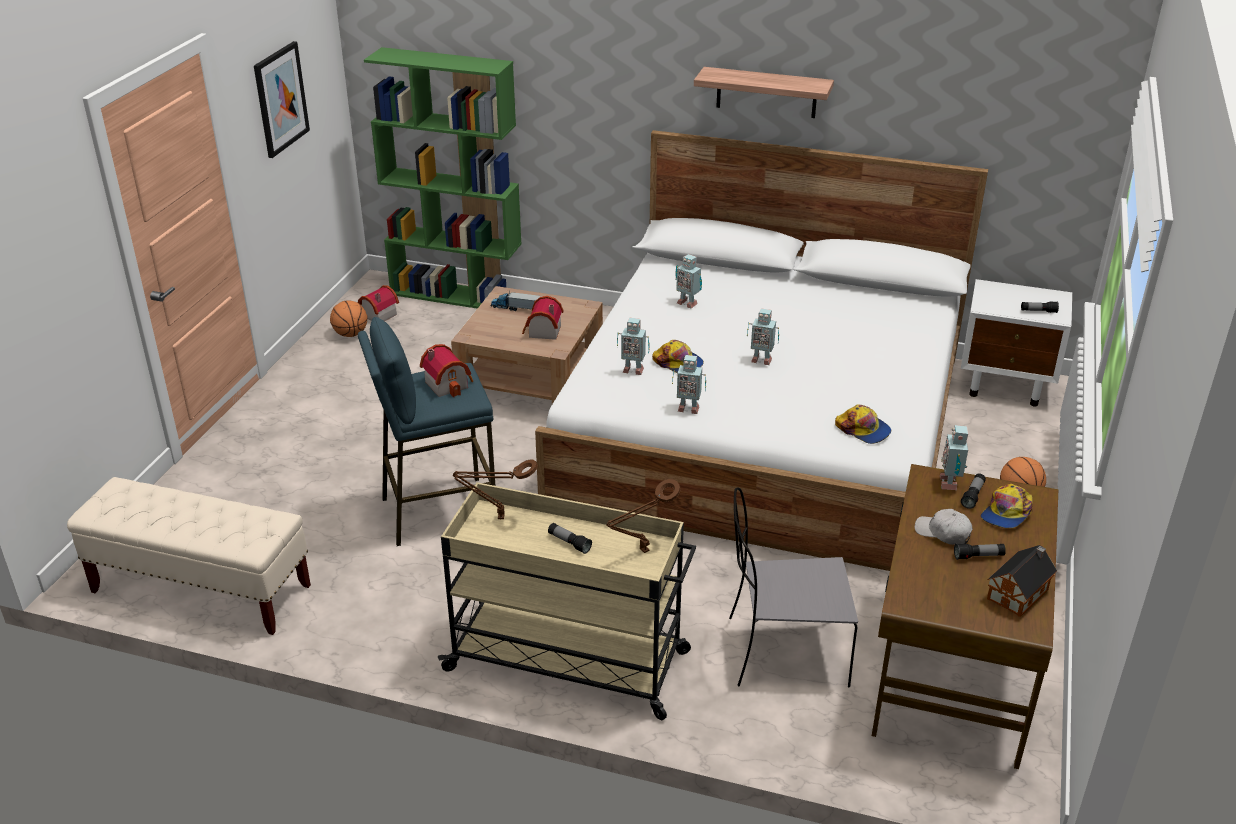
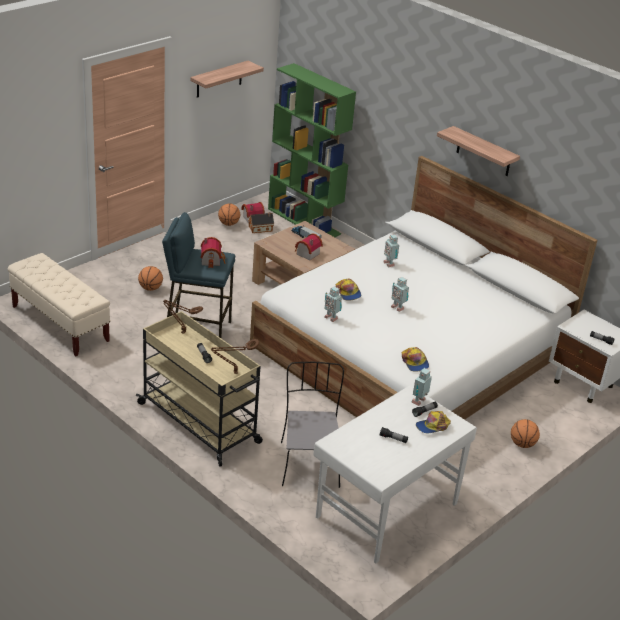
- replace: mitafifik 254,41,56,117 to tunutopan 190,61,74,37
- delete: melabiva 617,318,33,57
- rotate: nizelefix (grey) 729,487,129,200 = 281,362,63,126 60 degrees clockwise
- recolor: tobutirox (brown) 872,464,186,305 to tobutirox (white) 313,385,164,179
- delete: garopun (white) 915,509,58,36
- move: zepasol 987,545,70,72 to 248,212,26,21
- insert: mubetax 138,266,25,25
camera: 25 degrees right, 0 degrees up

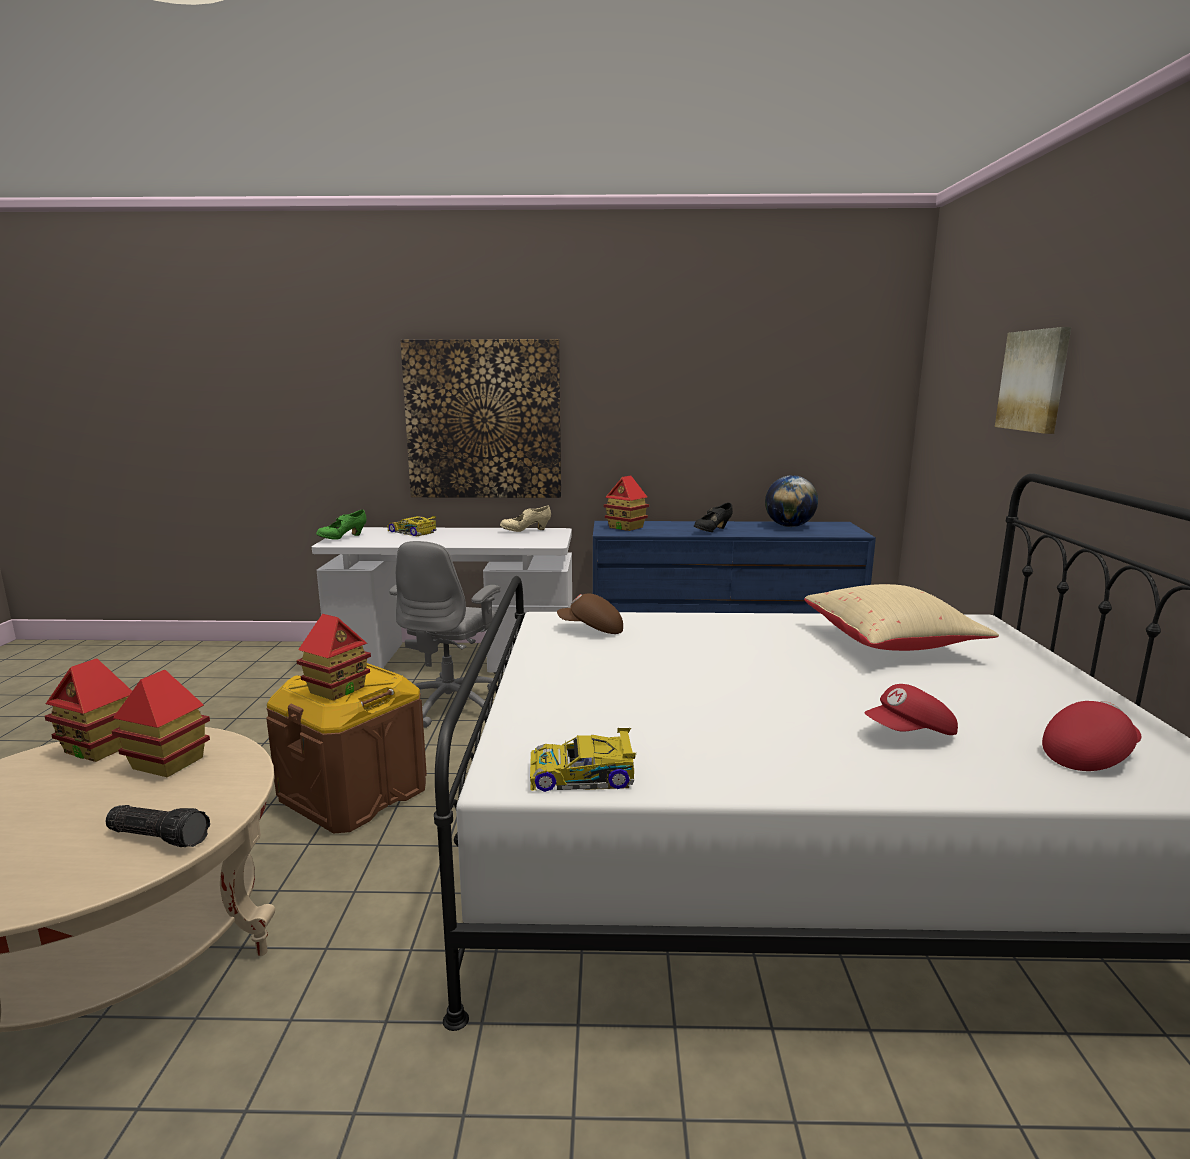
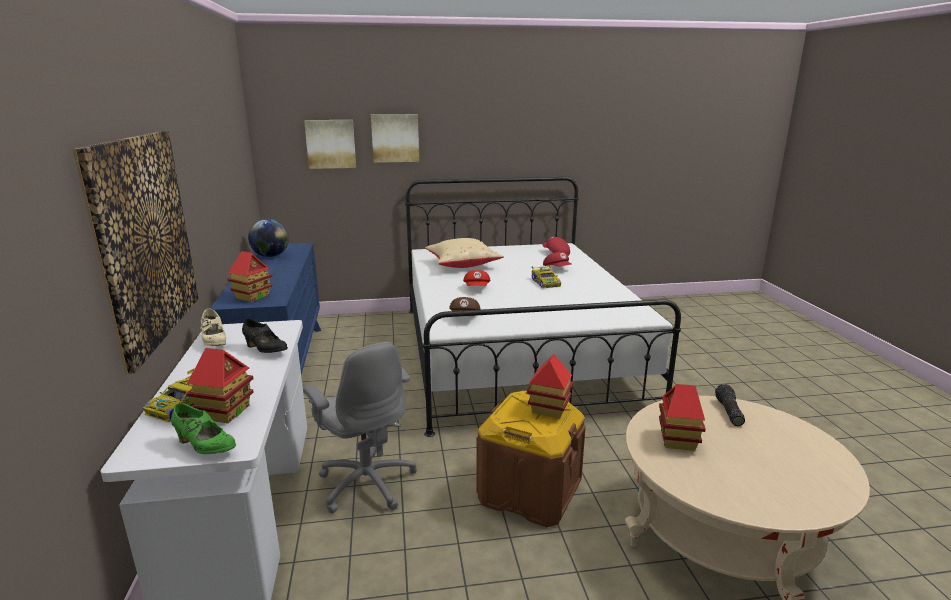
- move: zepasol 45,658,87,104 to 186,348,68,75
- rotate: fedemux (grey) 389,541,111,187 = 303,342,114,172 45 degrees clockwise
- move: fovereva 530,728,107,64 to 532,265,29,23
- move: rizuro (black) 694,503,39,29 to 242,318,46,35
- insert: mitafifik 304,120,52,49
- insert: garopun (red) 463,270,28,16
camera: 100 degrees left, 5 degrees up

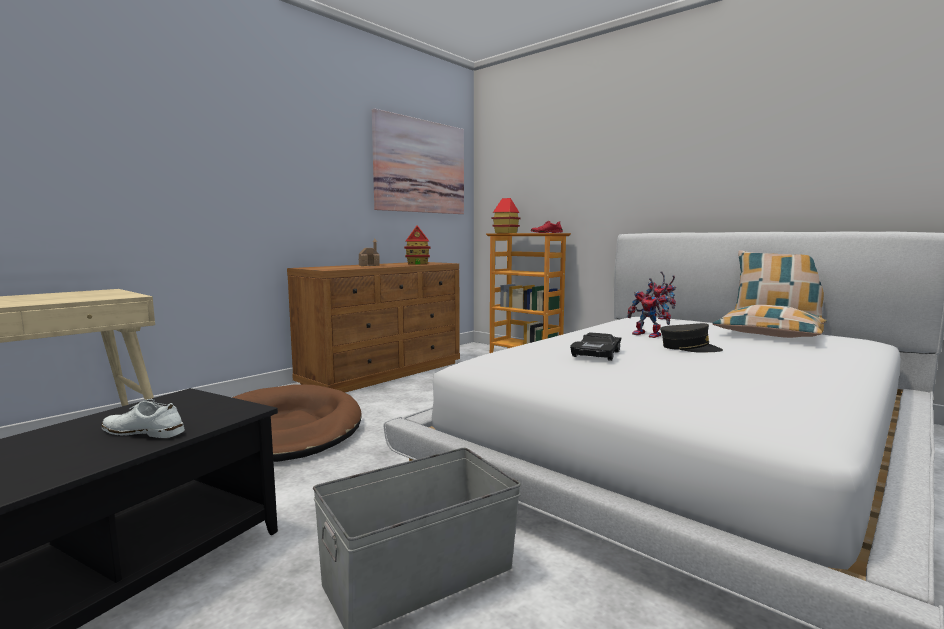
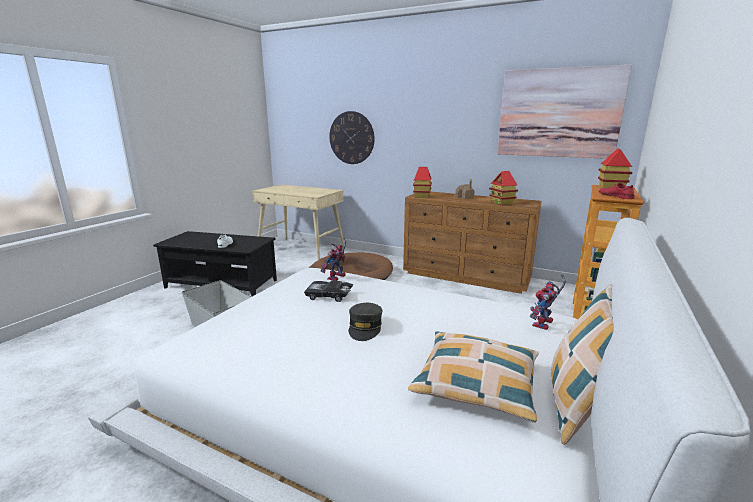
- move: melabiva 627,278,44,60 to 321,237,25,44
- insert: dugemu 329,111,46,53
- insert: zepasol 413,167,19,31
camera: 75 degrees right, 10 degrees up

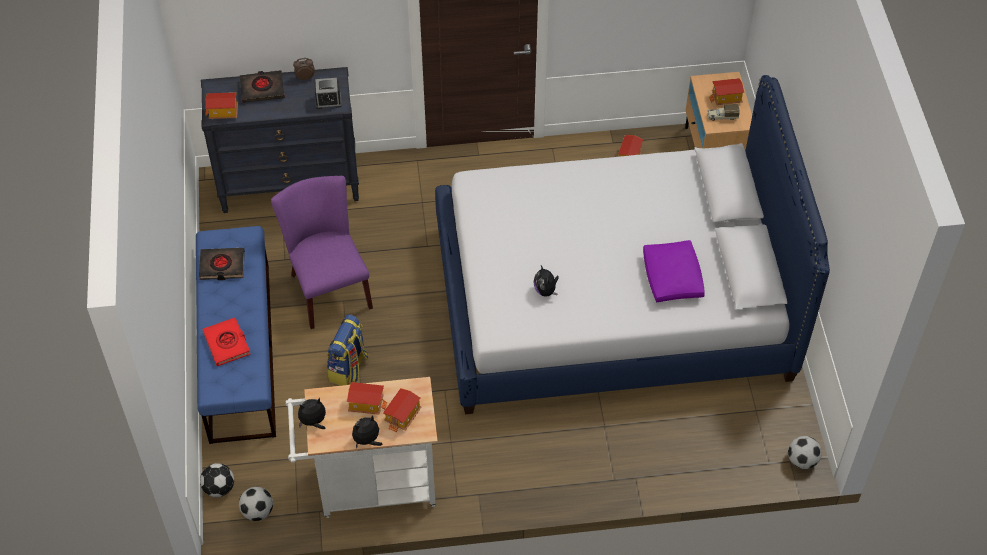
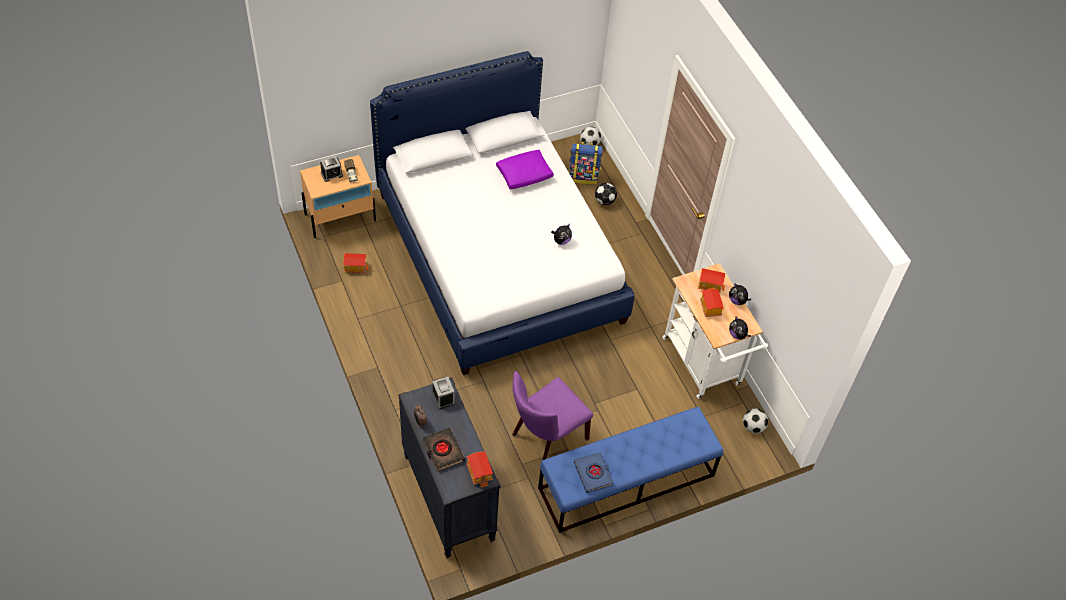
- recolor: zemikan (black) 199,248,46,32 to zemikan (blue) 574,452,40,41
- move: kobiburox 200,463,34,34 to 595,183,22,22
- delete: zemikan (red) 202,318,48,48
- move: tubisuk 327,314,42,72 to 568,142,35,42
- replace: zepasol 709,78,35,27 to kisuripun 320,156,23,26
camera: 110 degrees left, 0 degrees up

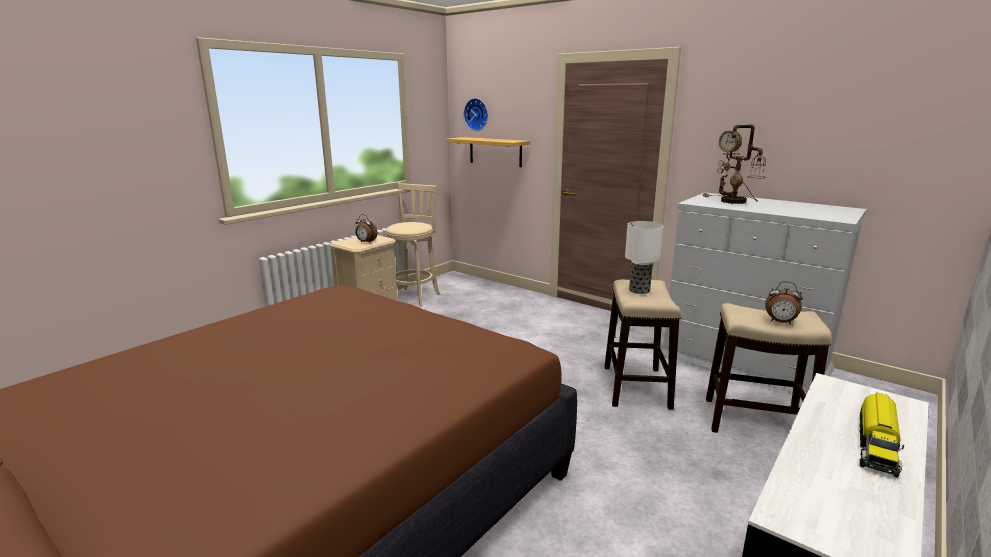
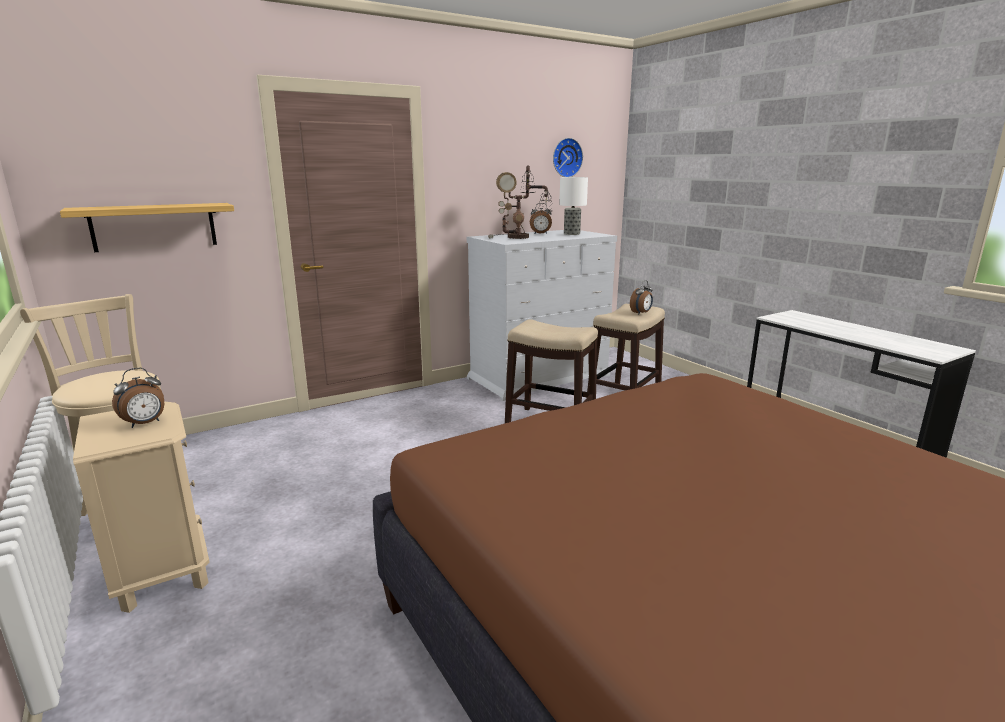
- move: dugemu 464,98,24,33 to 553,138,30,39
- move: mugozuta 625,221,39,73 to 559,177,29,58
- delete: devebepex 859,393,45,84
- insert: kisuripun 530,203,22,31
camera: 70 degrees left, 0 degrees up

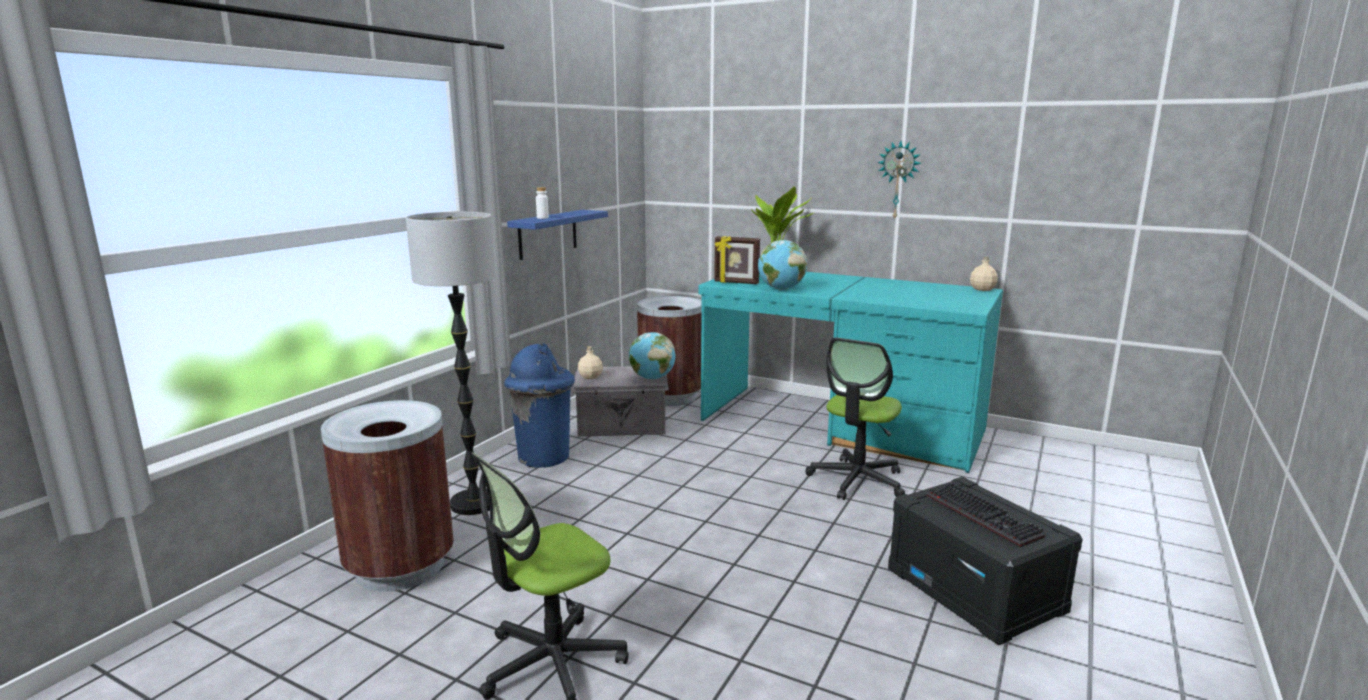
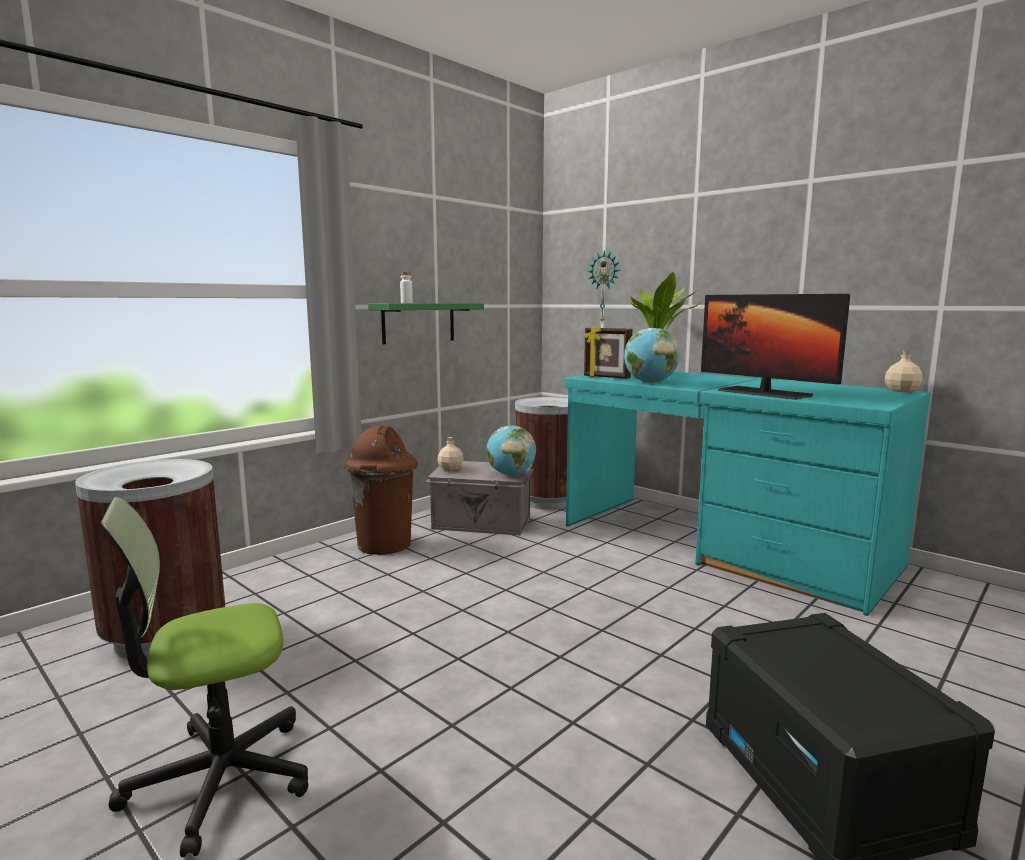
- delete: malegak 406,212,90,303
- recolor: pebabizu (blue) 504,343,71,125 to pebabizu (brown) 345,425,73,130
- recolor: tunutopan (blue) 507,210,101,50 to tunutopan (green) 368,303,116,41
- delete: fedemux 805,337,100,163
- move: dugemu 877,141,44,80 to 587,251,33,71
- delete: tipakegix 927,483,118,64
- insert: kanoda 701,294,149,106
camera: 15 degrees right, 5 degrees down

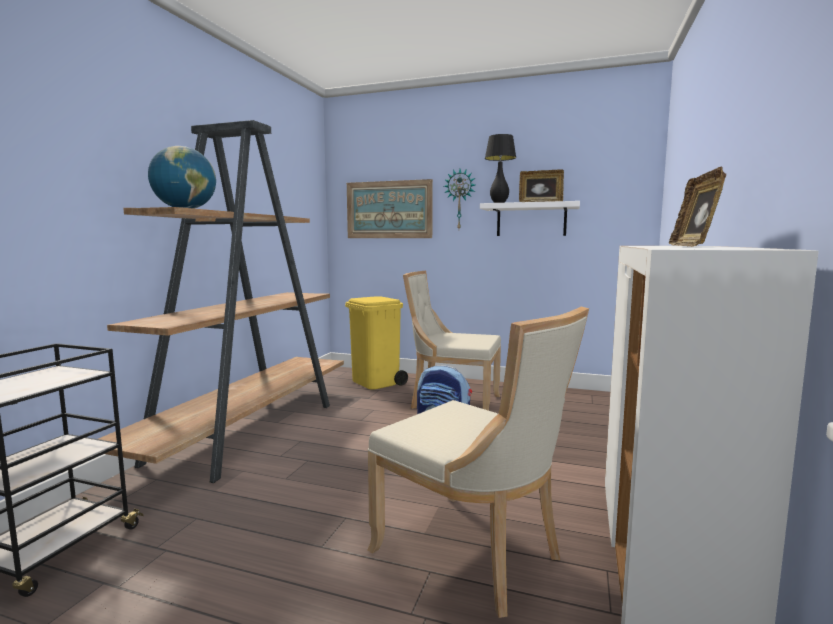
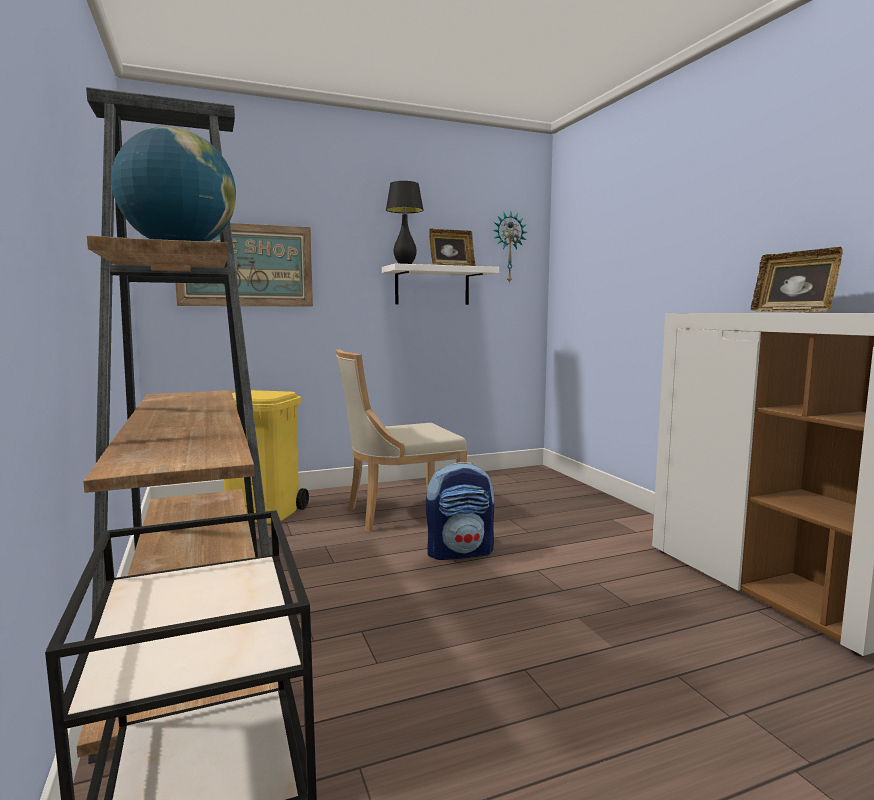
- delete: nizelefix (beige) 367,307,222,311
- move: dugemu 444,169,31,60 to 493,212,35,72
camera: 40 degrees left, 0 degrees up

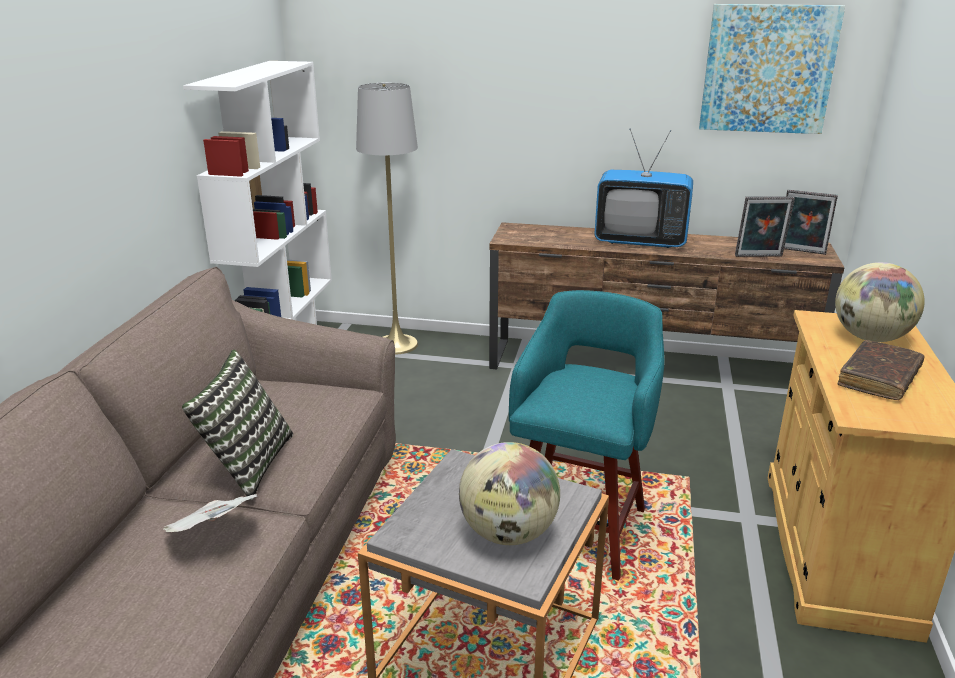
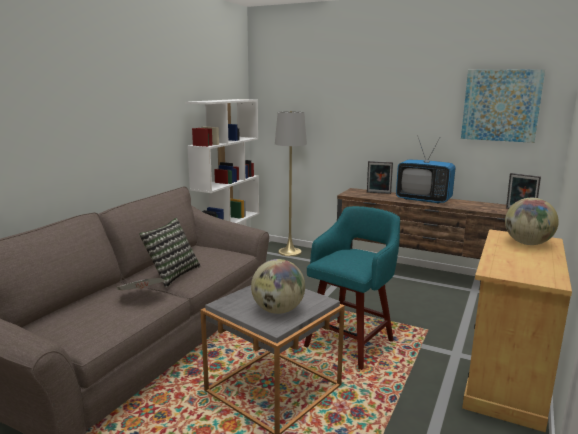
- move: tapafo 735,196,60,61 to 367,161,26,33
- delete: zemikan (brown) 838,340,87,60
camera: 15 degrees right, 10 degrees down

